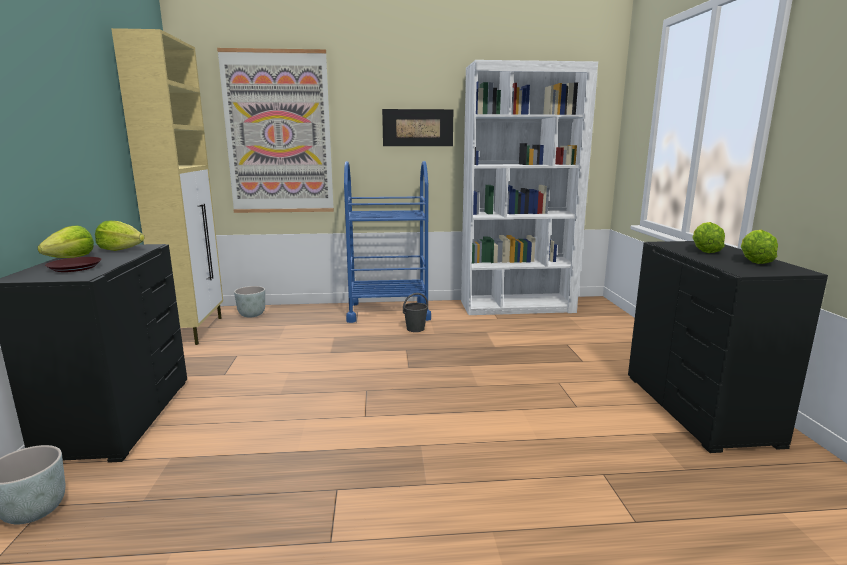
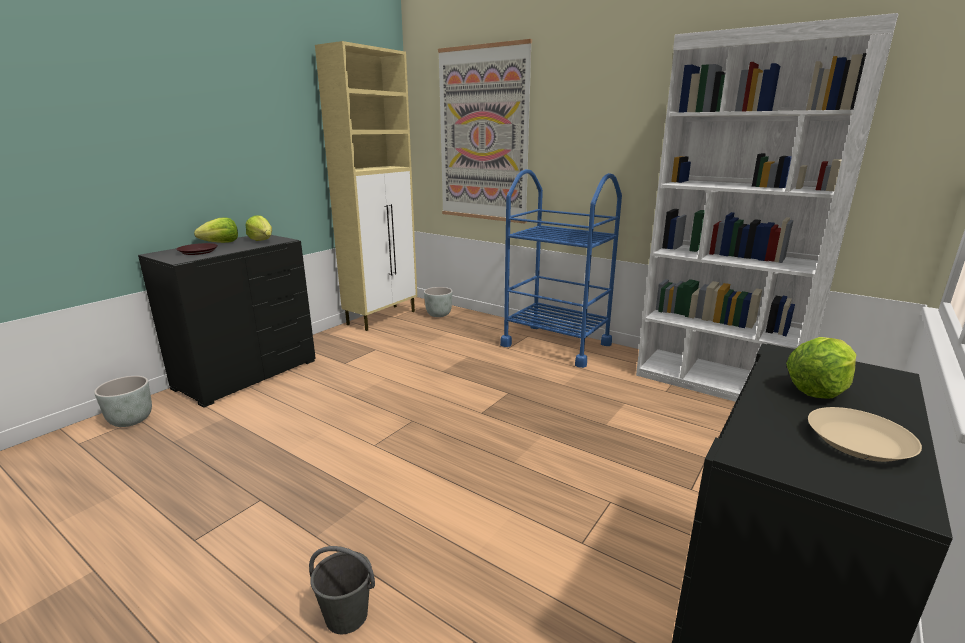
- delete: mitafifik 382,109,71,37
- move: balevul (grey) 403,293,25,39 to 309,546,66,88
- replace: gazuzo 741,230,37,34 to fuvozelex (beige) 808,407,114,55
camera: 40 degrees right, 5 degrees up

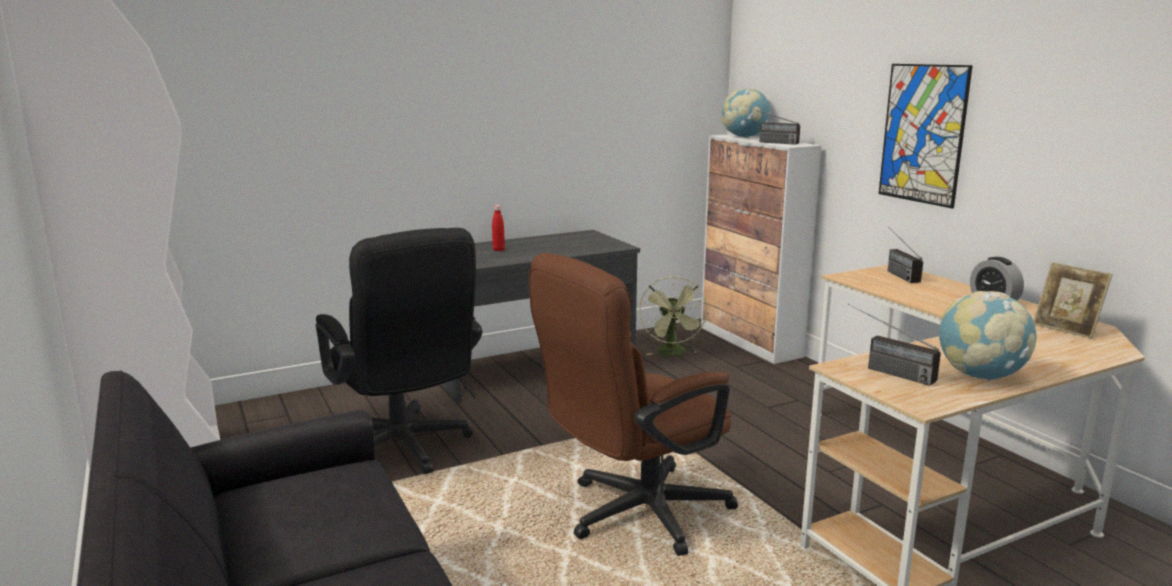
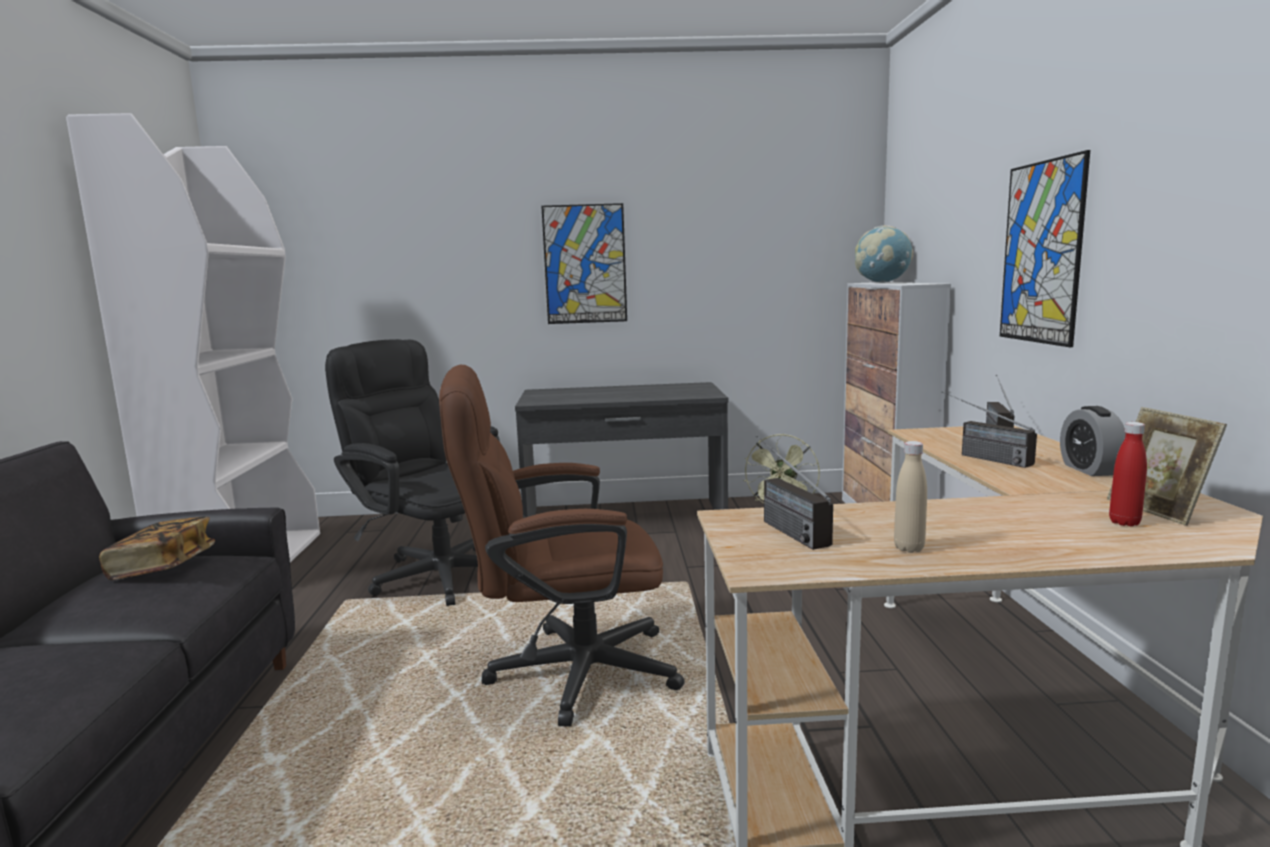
- rotate: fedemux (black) 316,228,166,246 = 325,339,175,267 135 degrees clockwise
- move: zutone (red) 492,205,13,46 to 1109,422,38,104
- move: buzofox 745,106,55,39 to 941,391,96,77
- replace: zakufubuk 939,291,97,89 to zutone (beige) 894,441,33,112
- insert: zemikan 99,517,116,63
- insert: mitafifik 541,203,86,121
camera: 25 degrees right, 5 degrees down

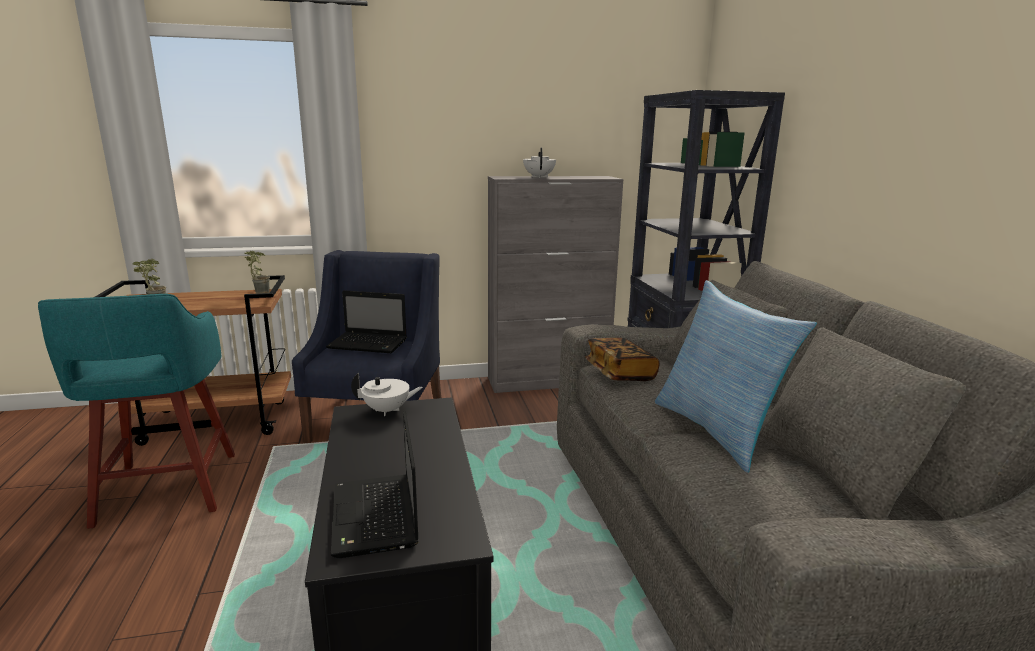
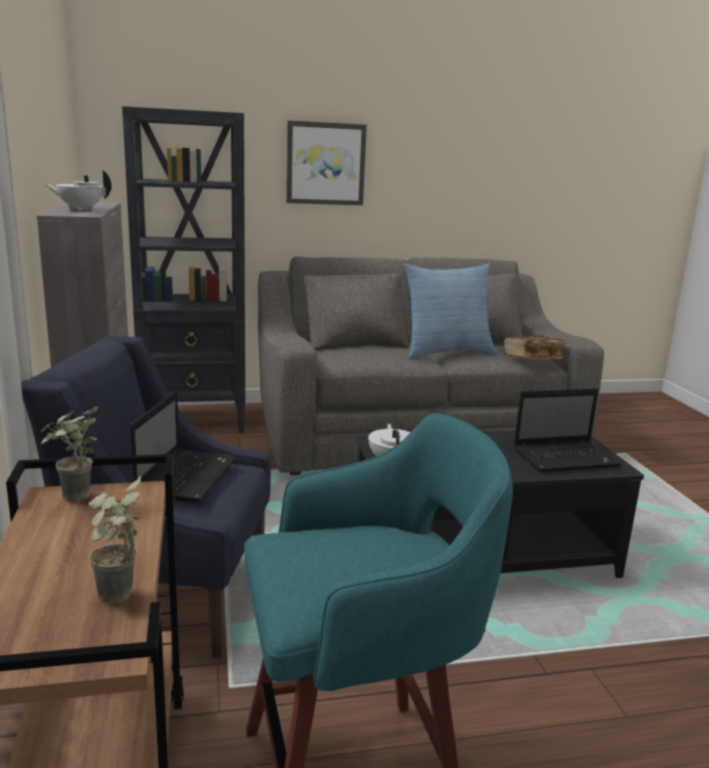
- move: zemikan 585,338,75,43 to 504,336,62,24
- insert: mitafifik 286,120,81,85
camera: 90 degrees left, 0 degrees up

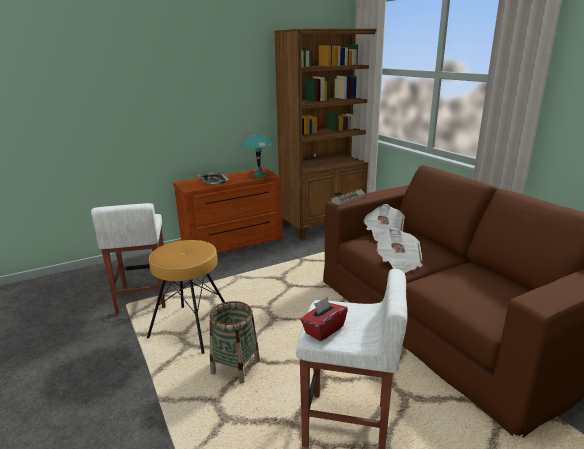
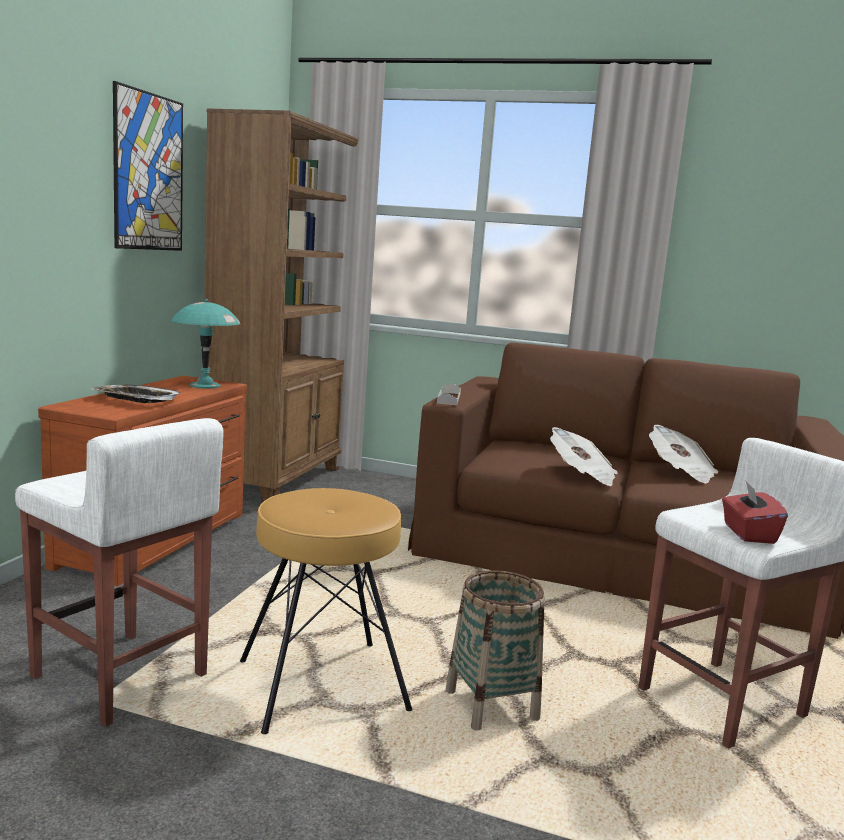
- move: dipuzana 364,204,41,37 to 649,425,69,59
- insert: mitafifik 113,81,70,170
camera: 45 degrees left, 10 degrees down

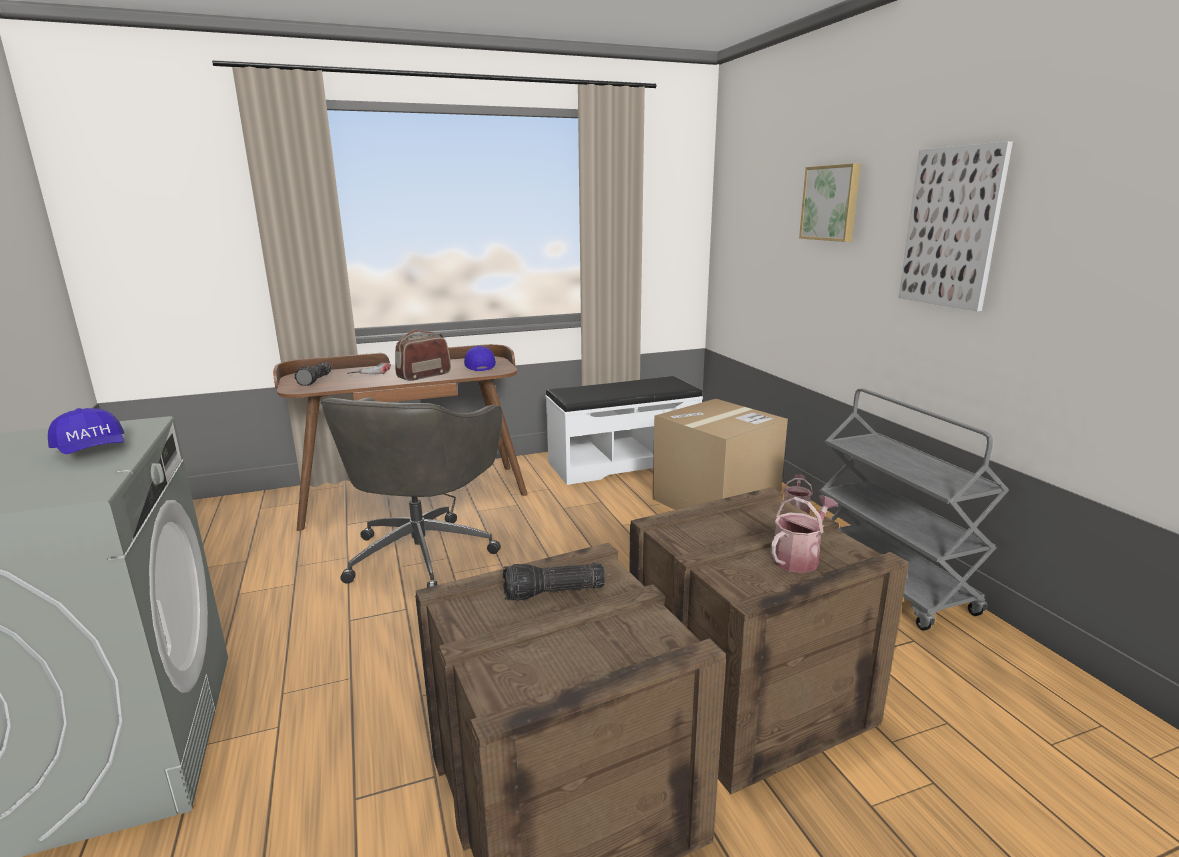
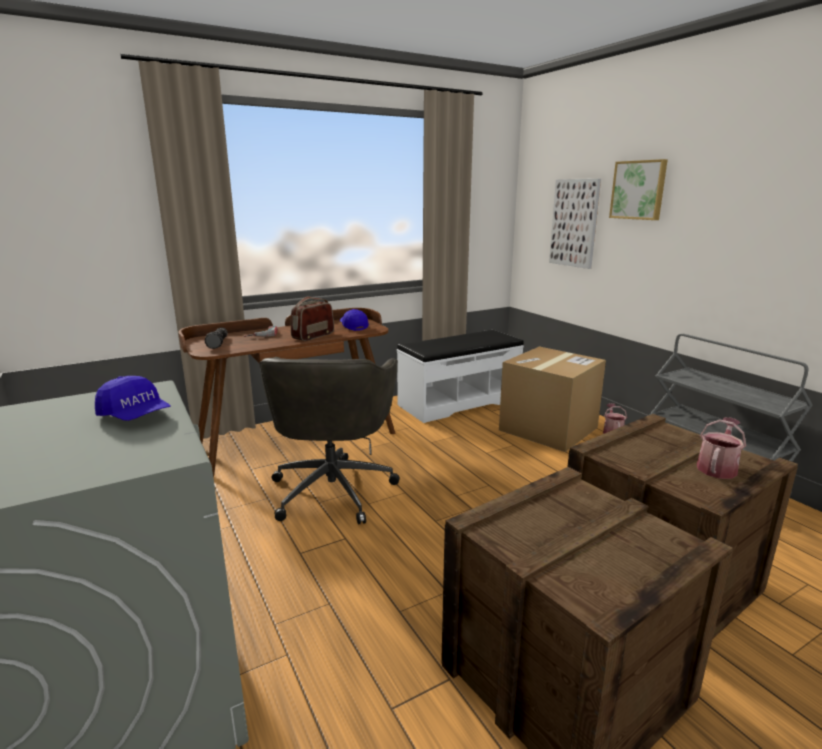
- delete: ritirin 503,563,102,38
- move: mitafifik 899,141,114,170 to 549,179,52,90
camera: 10 degrees left, 0 degrees up

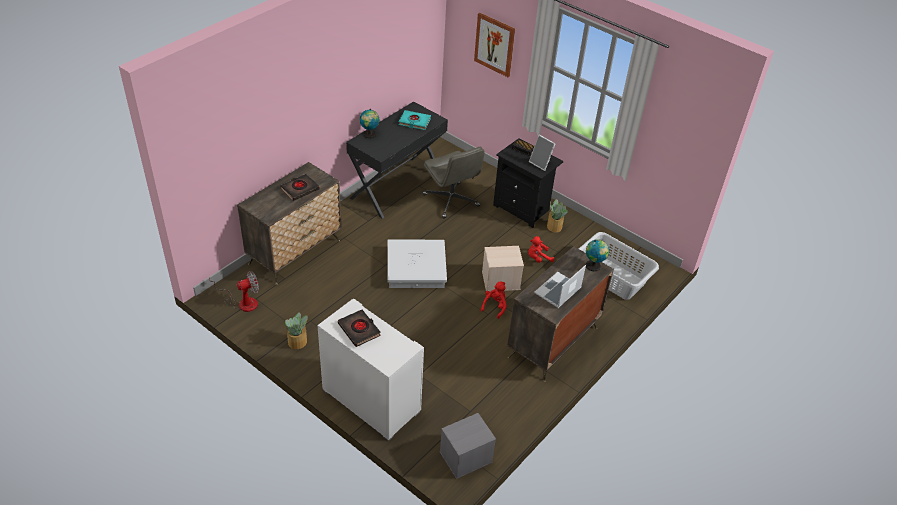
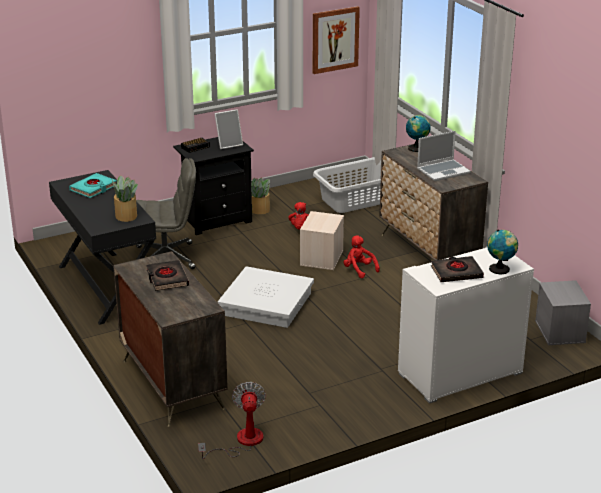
- move: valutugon 285,312,23,37 to 112,175,26,47
- move: zakufubuk 360,109,19,29 to 487,229,31,46
- move: mitafifik 474,13,41,64 to 313,6,47,68
- rotate: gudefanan 534,265,52,43 = 417,131,54,50 90 degrees counterclockwise
camera: 65 degrees left, 15 degrees down

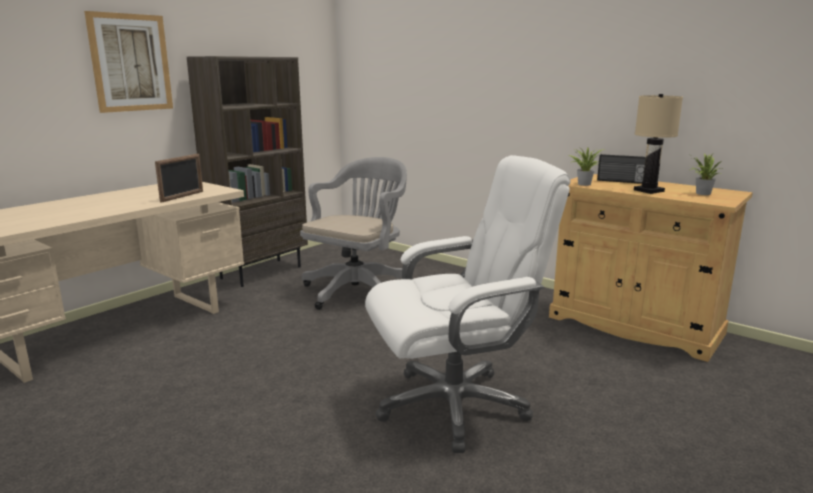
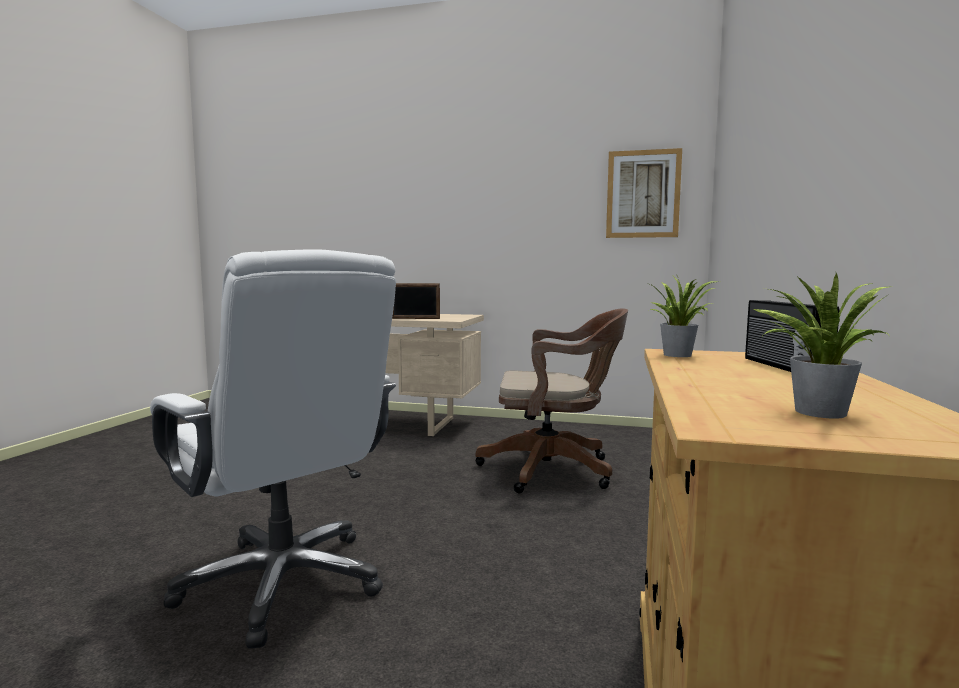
- move: mitafifik 84,11,89,102 to 606,148,76,90
- delete: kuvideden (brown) 187,56,121,231
- recolor: fedemux (grey) 300,157,107,153 to fedemux (brown) 476,309,152,184
- delete: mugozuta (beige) 634,94,49,100
camera: 65 degrees right, 10 degrees down

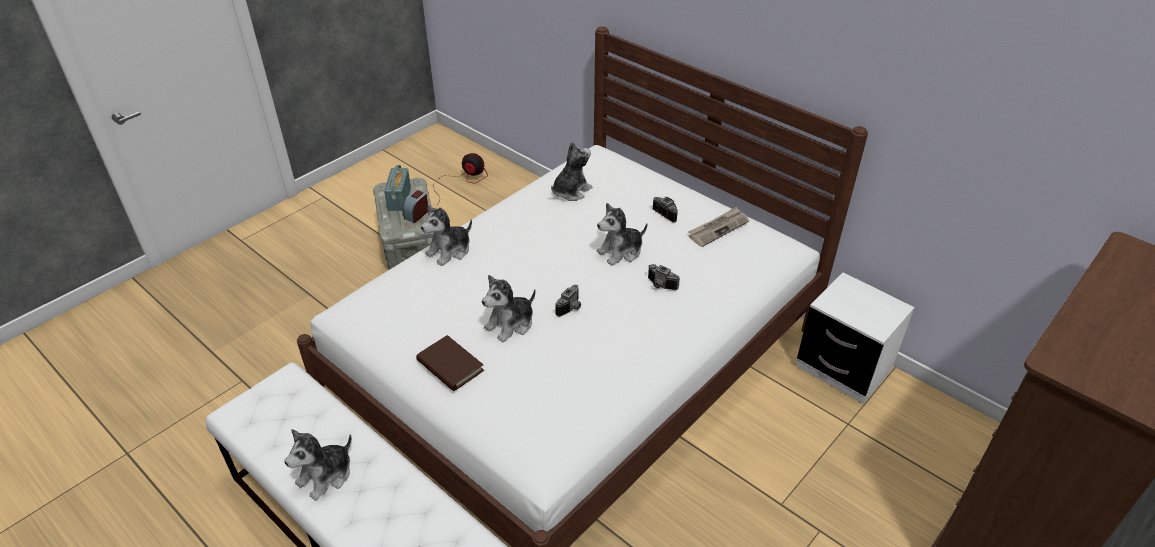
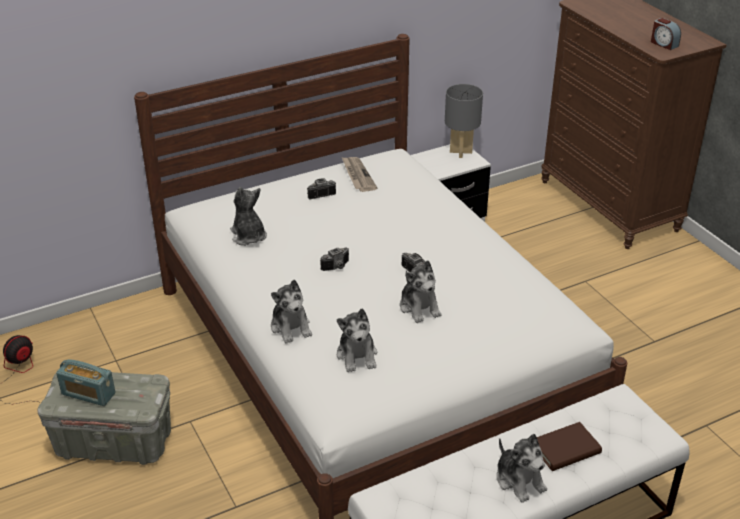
- move: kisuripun 402,190,26,33 to 651,18,30,32
- move: zemikan (brown) 416,335,68,56 to 537,422,65,49
- move: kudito 597,203,50,63 to 337,309,40,63
- move: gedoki 648,264,32,26 to 320,247,29,24
- insert: mugozuta (grey) 445,84,38,74
camera: 70 degrees left, 5 degrees down

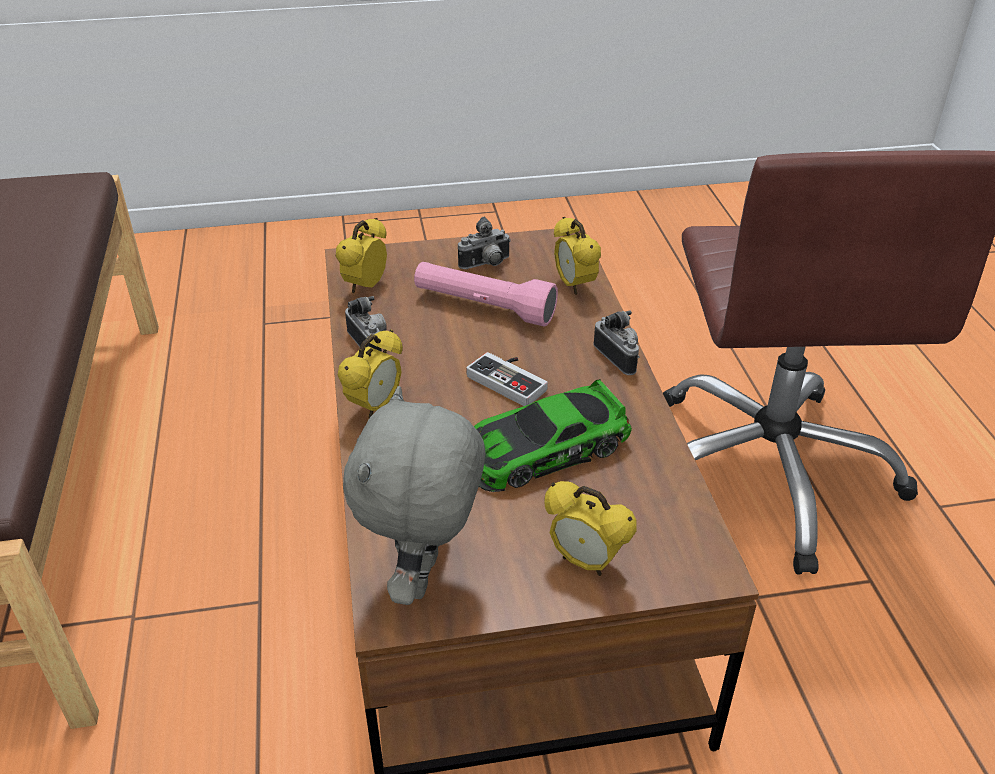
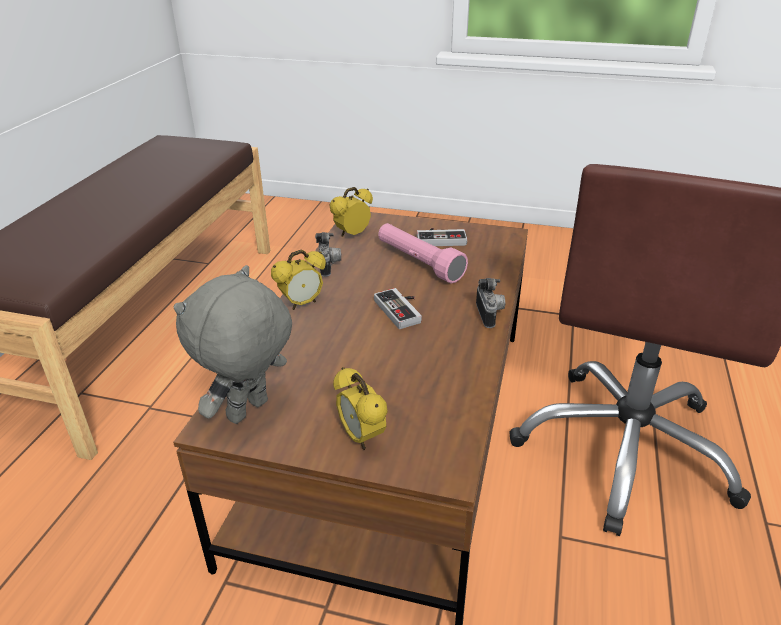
- replace: gedoki 458,217,53,52 to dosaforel 417,228,50,18
- delete: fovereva 474,379,158,113
- delete: kisuripun 554,217,47,78
camera: 25 degrees right, 5 degrees down

